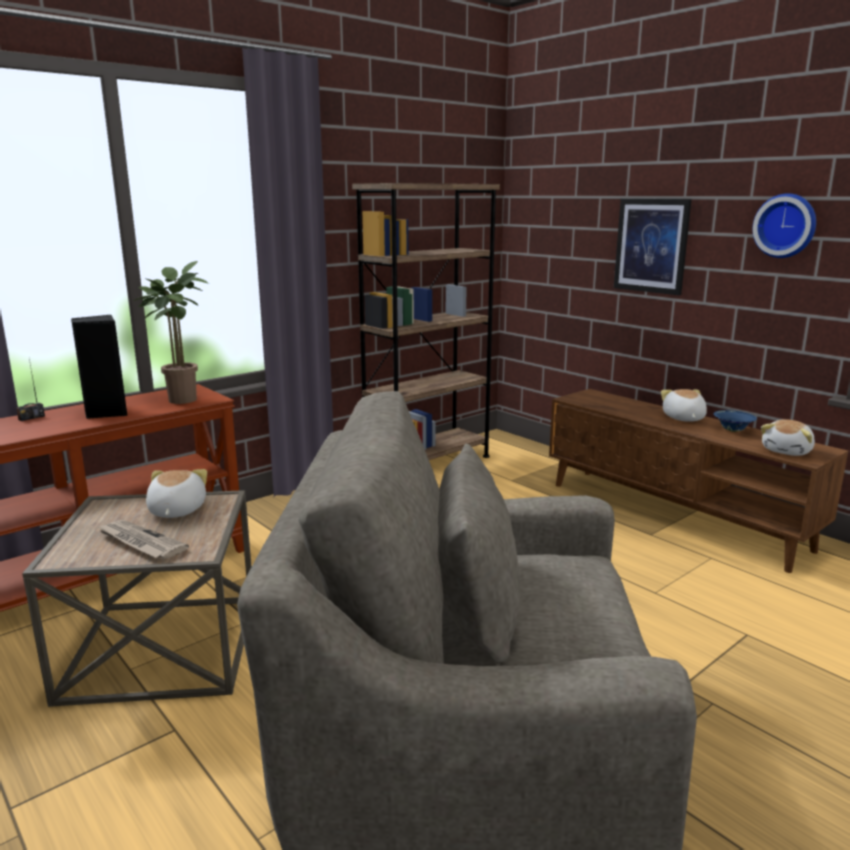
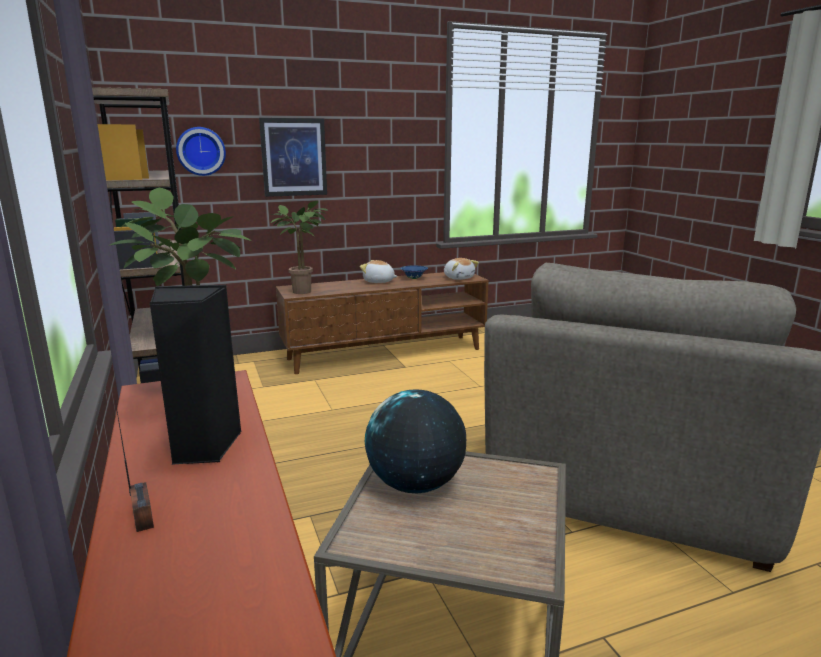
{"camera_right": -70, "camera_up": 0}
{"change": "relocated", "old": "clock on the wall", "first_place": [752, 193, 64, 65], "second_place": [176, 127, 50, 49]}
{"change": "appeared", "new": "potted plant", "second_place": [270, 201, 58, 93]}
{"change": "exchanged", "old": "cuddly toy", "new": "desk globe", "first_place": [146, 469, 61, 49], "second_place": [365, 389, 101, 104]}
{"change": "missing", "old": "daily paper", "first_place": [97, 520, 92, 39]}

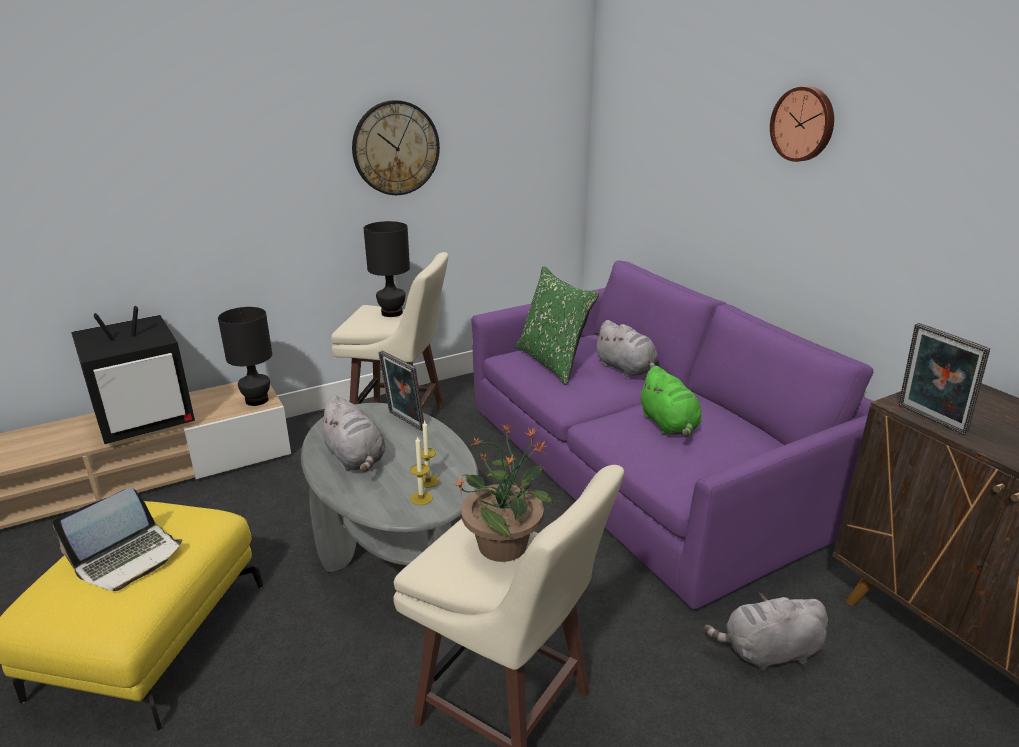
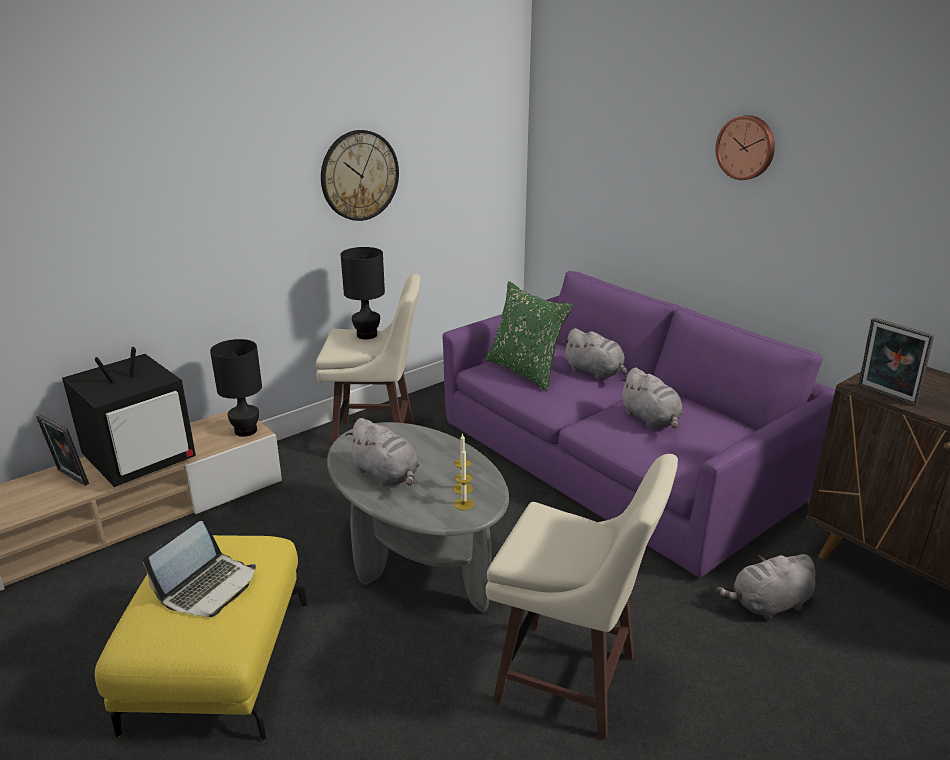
{"camera_right": -10, "camera_up": 0}
{"change": "relocated", "old": "photo frame", "first_place": [378, 350, 46, 81], "second_place": [36, 414, 53, 72]}
{"change": "colour", "old": "green cuddly toy", "new": "gray cuddly toy", "first_place": [638, 366, 64, 71], "second_place": [620, 368, 63, 60]}
{"change": "missing", "old": "potted plant", "first_place": [453, 424, 101, 138]}

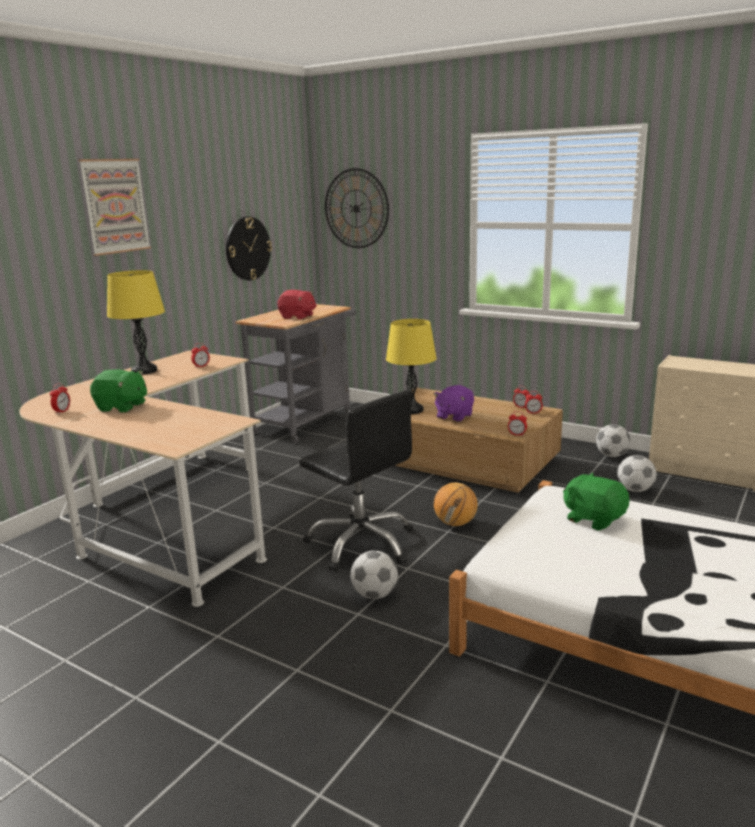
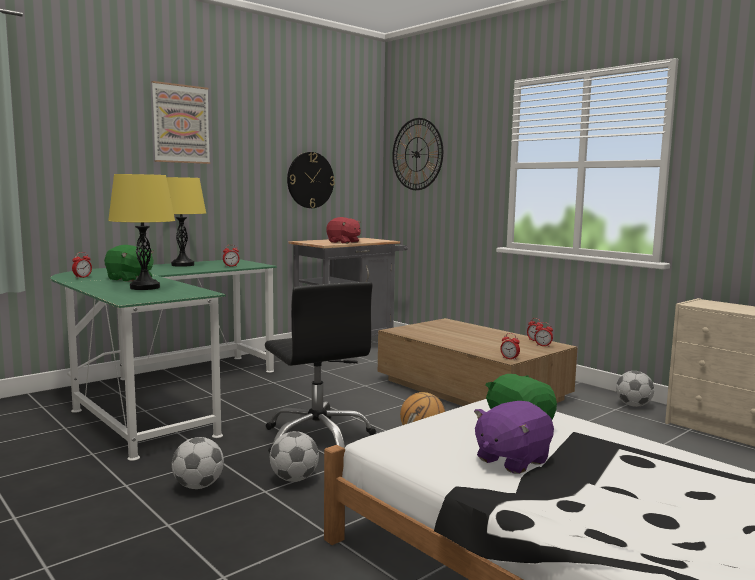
{"camera_right": 15, "camera_up": -10}
{"change": "colour", "old": "beige desk unit", "new": "green desk unit", "first_place": [20, 350, 247, 257], "second_place": [50, 259, 227, 202]}
{"change": "relocated", "old": "yellow-coloured table lamp", "first_place": [386, 319, 51, 95], "second_place": [108, 174, 67, 116]}
{"change": "relocated", "old": "football", "first_place": [617, 455, 39, 37], "second_place": [172, 437, 52, 52]}
{"change": "relocated", "old": "purple-coloured cuddly toy", "first_place": [433, 385, 41, 37], "second_place": [474, 401, 80, 73]}

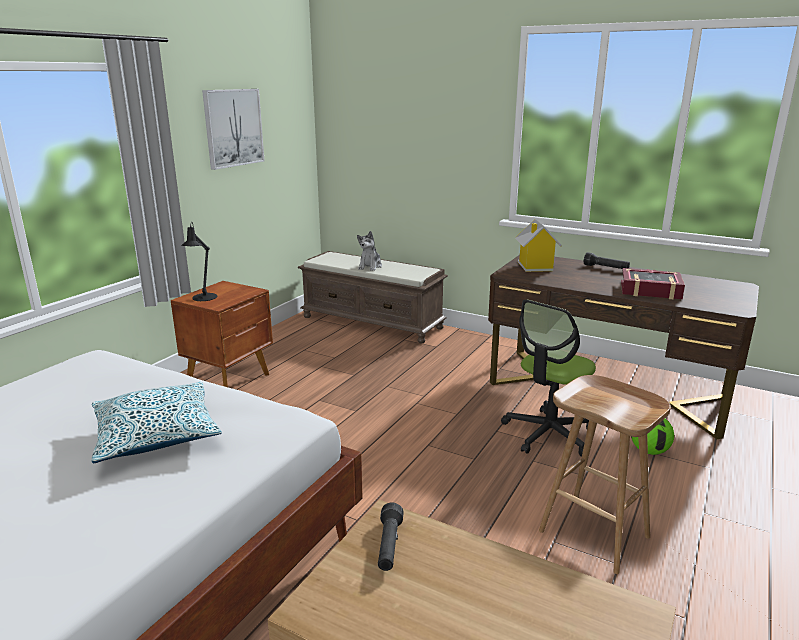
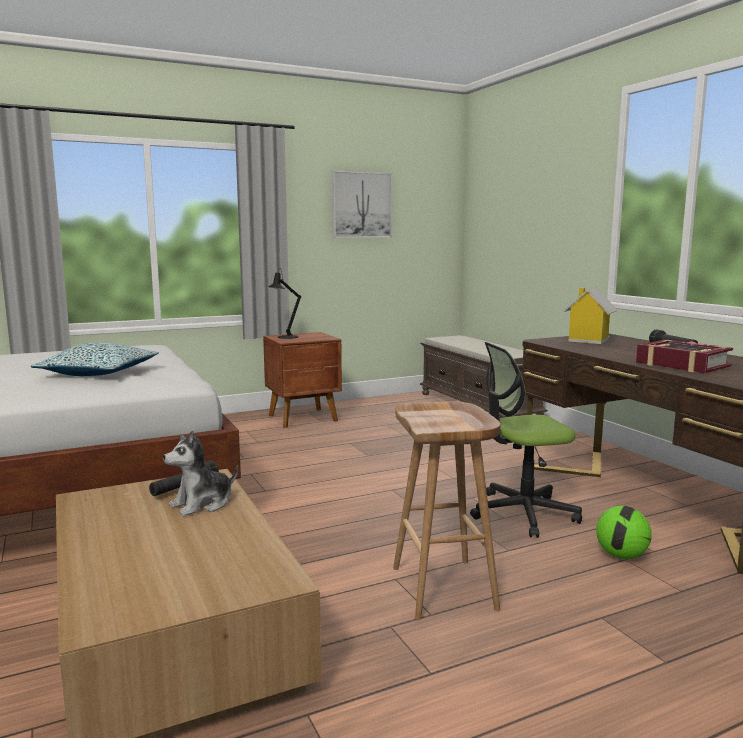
{"camera_right": 35, "camera_up": -10}
{"change": "relocated", "old": "cuddly toy", "first_place": [357, 231, 25, 40], "second_place": [163, 430, 75, 86]}

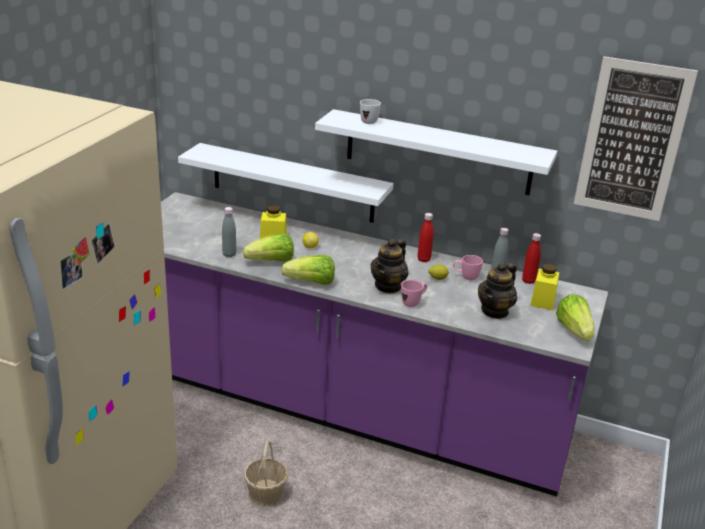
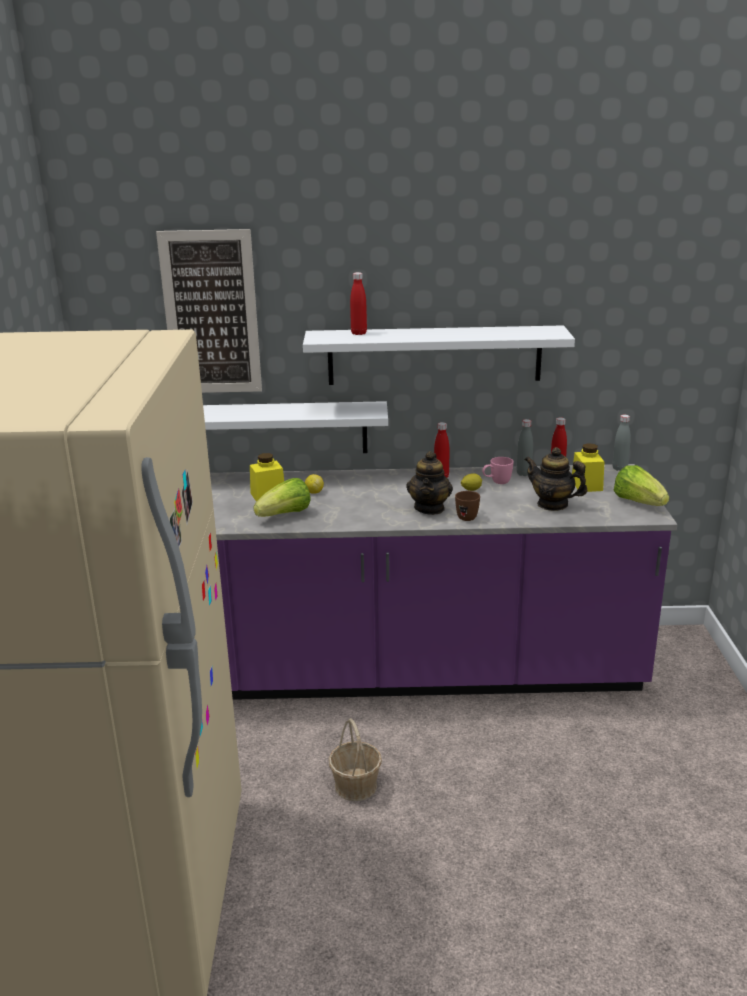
{"camera_right": -20, "camera_up": -5}
{"change": "relocated", "old": "wall art", "first_place": [574, 56, 124, 165], "second_place": [156, 229, 106, 164]}
{"change": "exchanged", "old": "white-coloured mug", "new": "red-coloured beverage bottle", "first_place": [360, 99, 21, 25], "second_place": [350, 272, 17, 63]}
{"change": "colour", "old": "pinkish mug", "new": "brown-coloured mug", "first_place": [401, 280, 26, 27], "second_place": [455, 491, 25, 30]}
{"change": "spun", "old": "teapot", "first_place": [478, 263, 39, 56], "second_place": [525, 447, 62, 64], "degrees": 105}
{"change": "relocated", "old": "gray beverage bottle", "first_place": [222, 207, 14, 50], "second_place": [613, 415, 18, 56]}
{"change": "missing", "old": "head of lettuce", "first_place": [281, 255, 54, 30]}

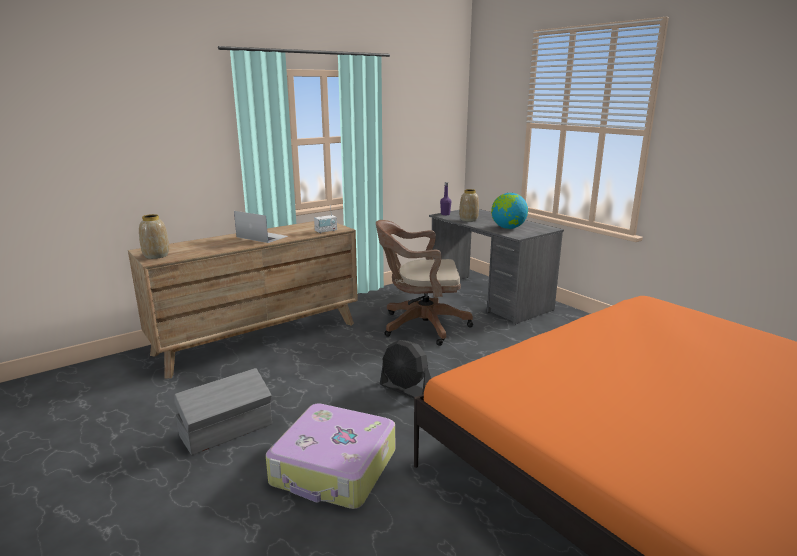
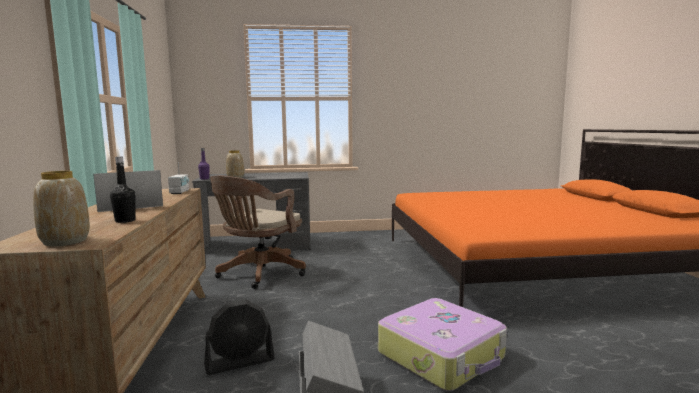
{"camera_right": -60, "camera_up": -10}
{"change": "appeared", "new": "blackish beverage bottle", "second_place": [110, 157, 26, 66]}
{"change": "relocated", "old": "blackish fan", "first_place": [380, 340, 51, 58], "second_place": [204, 300, 71, 75]}
{"change": "missing", "old": "desk globe", "first_place": [491, 193, 37, 36]}

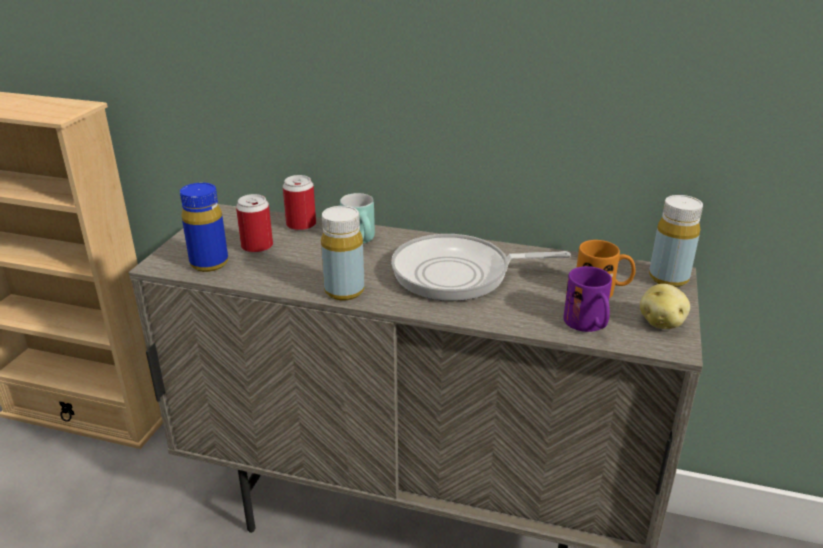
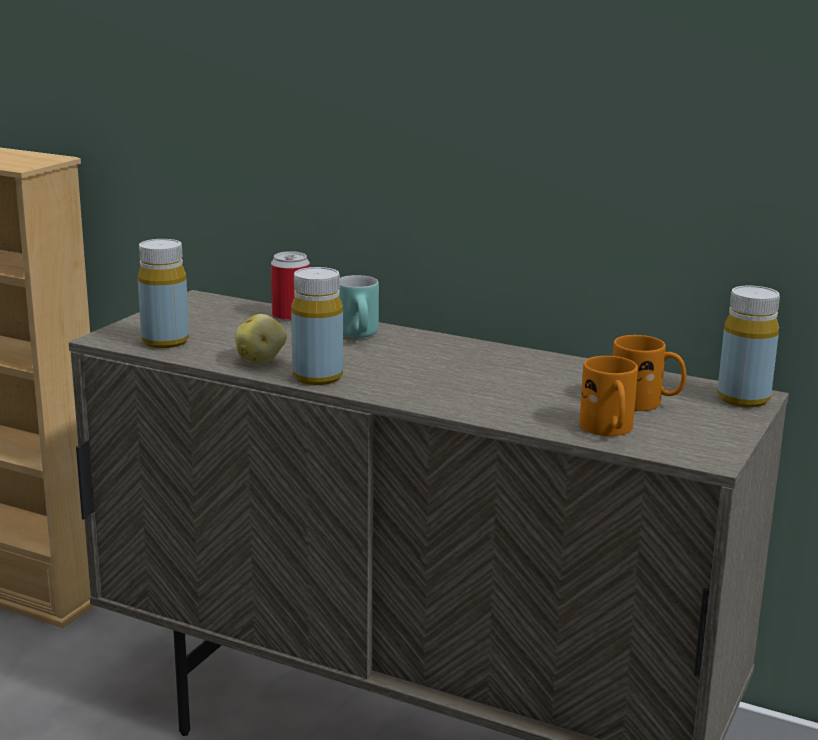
{"camera_right": 10, "camera_up": -10}
{"change": "colour", "old": "blue beverage bottle", "new": "yellow-coloured beverage bottle", "first_place": [180, 183, 48, 89], "second_place": [138, 239, 51, 109]}
{"change": "relocated", "old": "whole potato", "first_place": [640, 284, 50, 45], "second_place": [235, 314, 52, 50]}
{"change": "colour", "old": "purple-coloured mug", "new": "orange mug", "first_place": [563, 266, 49, 66], "second_place": [580, 356, 58, 80]}
{"change": "missing", "old": "metal can", "first_place": [236, 194, 37, 59]}
{"change": "missing", "old": "skillet", "first_place": [391, 234, 180, 67]}

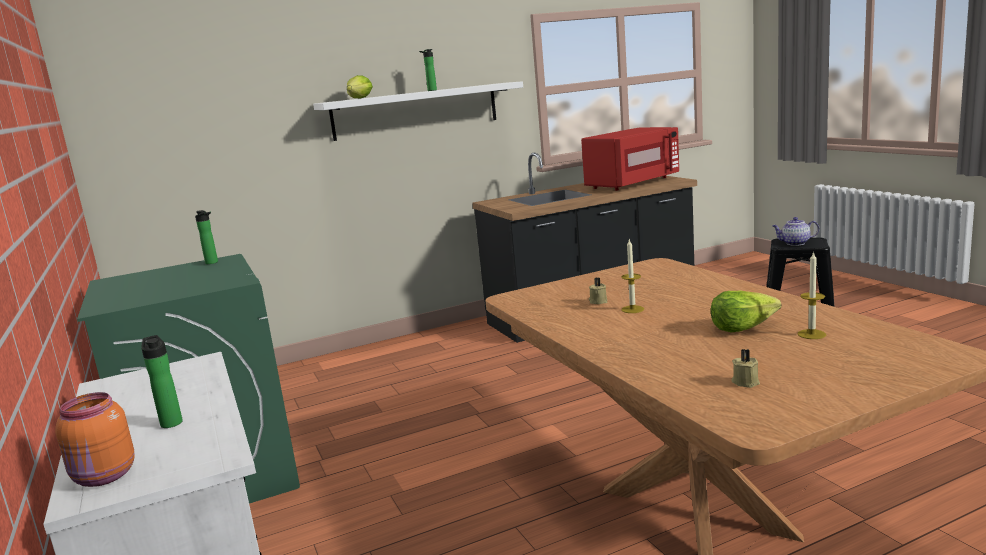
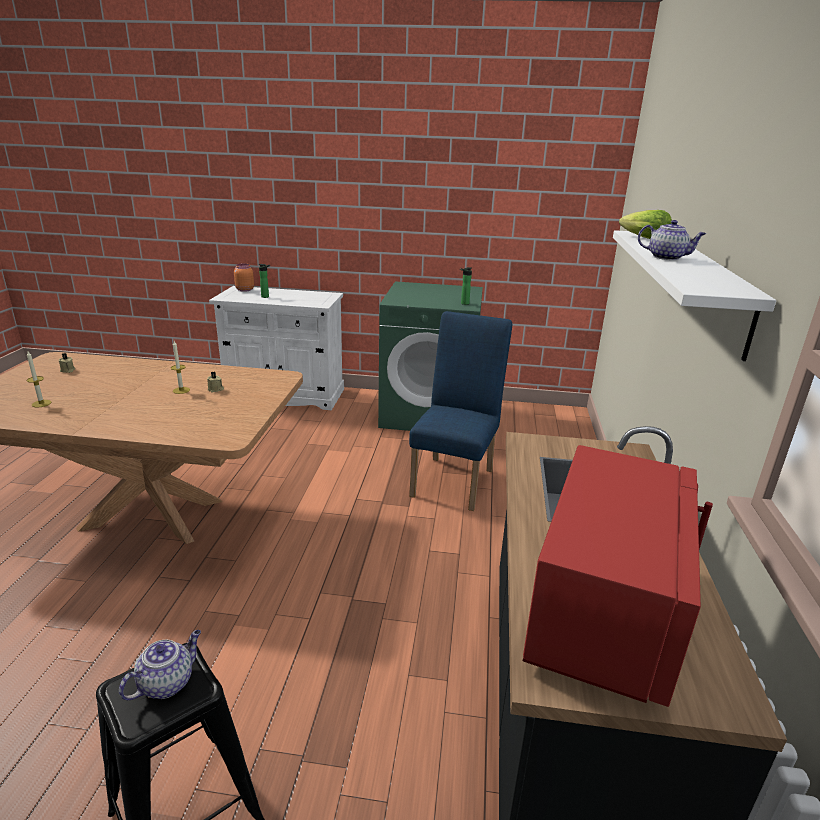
{"camera_right": 120, "camera_up": 10}
{"change": "appeared", "new": "blue chair", "second_place": [409, 311, 103, 200]}
{"change": "spun", "old": "red-coloured microwave oven", "first_place": [581, 127, 98, 64], "second_place": [523, 445, 190, 262], "degrees": -150}
{"change": "exchanged", "old": "beverage bottle", "new": "teapot", "first_place": [419, 49, 18, 42], "second_place": [638, 220, 68, 40]}
{"change": "missing", "old": "head of lettuce", "first_place": [711, 291, 70, 42]}

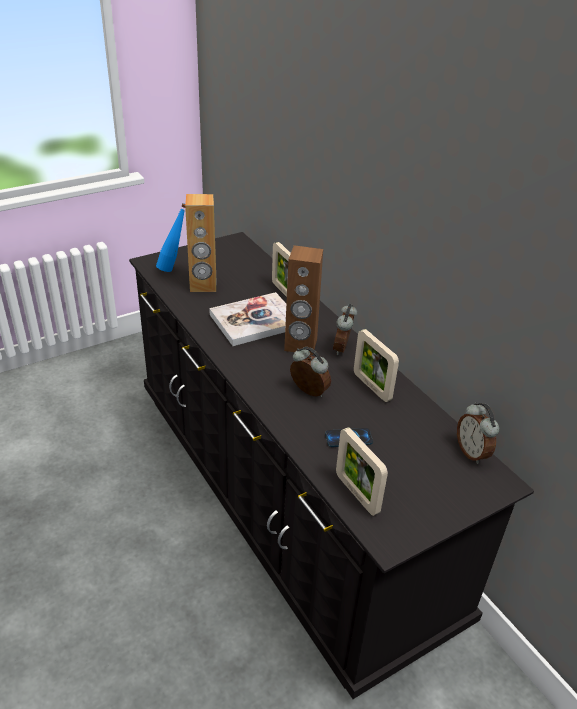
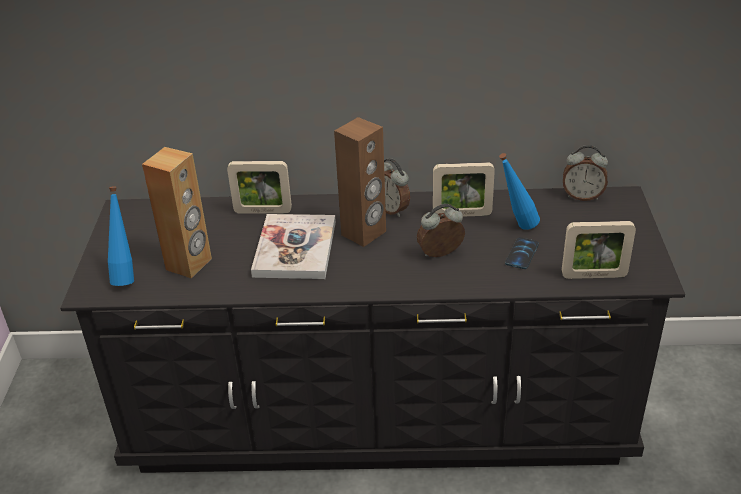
{"camera_right": -55, "camera_up": 0}
{"change": "appeared", "new": "blue beverage bottle", "second_place": [499, 153, 41, 77]}

